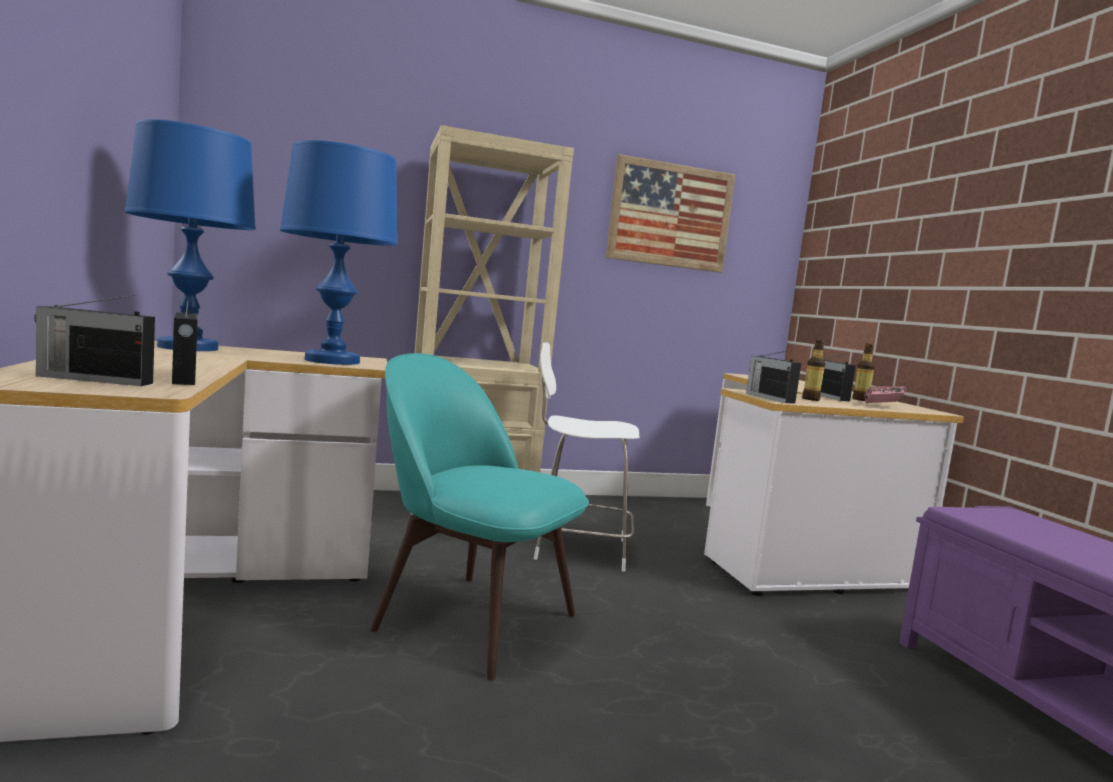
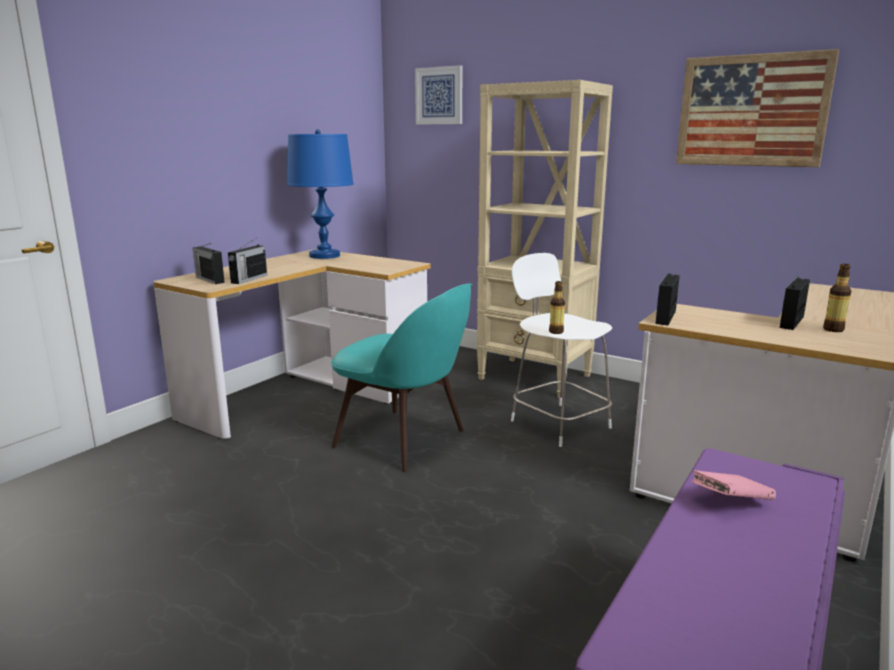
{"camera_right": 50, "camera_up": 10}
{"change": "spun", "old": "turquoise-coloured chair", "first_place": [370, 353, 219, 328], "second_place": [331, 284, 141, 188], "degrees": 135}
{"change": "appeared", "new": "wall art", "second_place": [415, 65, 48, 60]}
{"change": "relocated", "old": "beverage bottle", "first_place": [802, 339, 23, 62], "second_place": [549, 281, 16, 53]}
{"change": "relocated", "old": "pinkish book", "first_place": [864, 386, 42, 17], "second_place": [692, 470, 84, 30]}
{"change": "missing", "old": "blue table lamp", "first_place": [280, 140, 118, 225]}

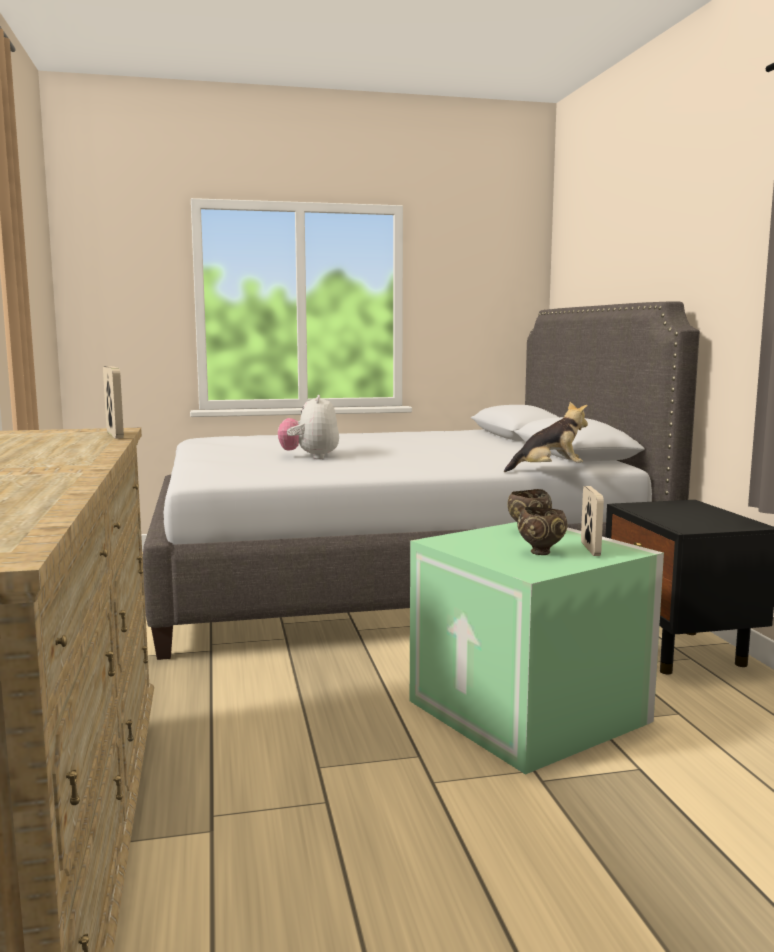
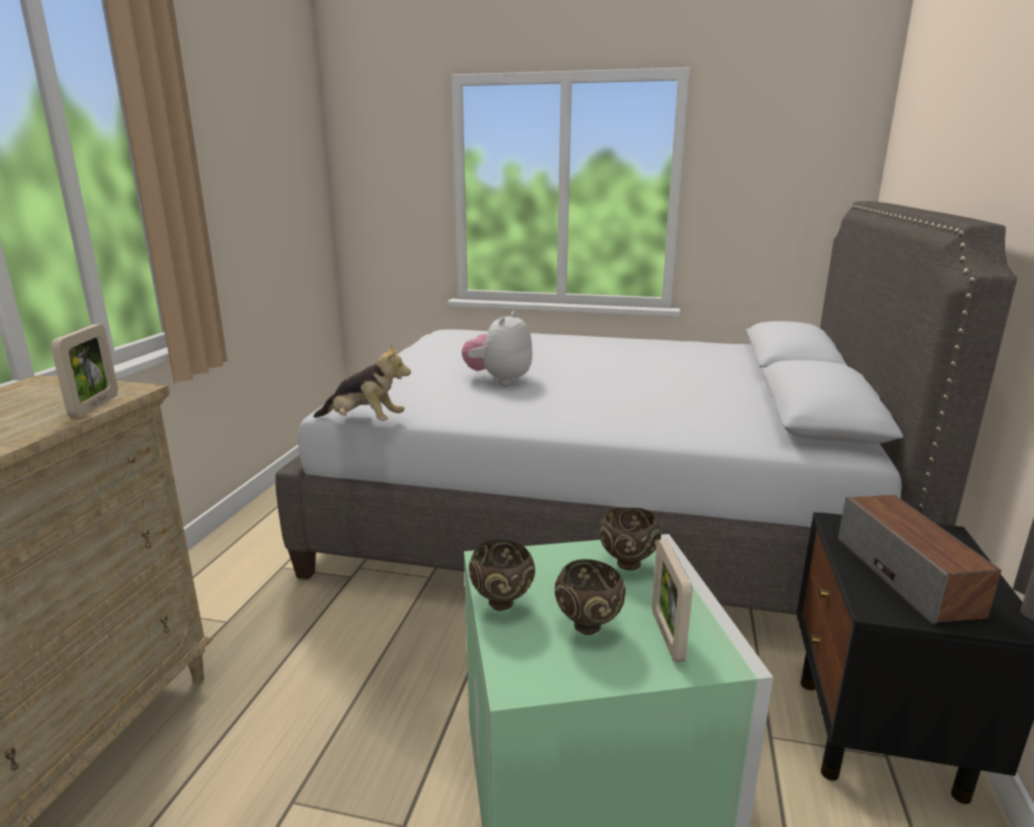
{"camera_right": 25, "camera_up": 10}
{"change": "relocated", "old": "cuddly toy", "first_place": [504, 402, 84, 70], "second_place": [313, 344, 98, 77]}
{"change": "appeared", "new": "brown-coloured serving bowl", "second_place": [469, 539, 66, 72]}
{"change": "spun", "old": "photo frame", "first_place": [581, 486, 23, 70], "second_place": [652, 540, 40, 122], "degrees": 150}
{"change": "appeared", "new": "audio speaker", "second_place": [838, 495, 164, 129]}

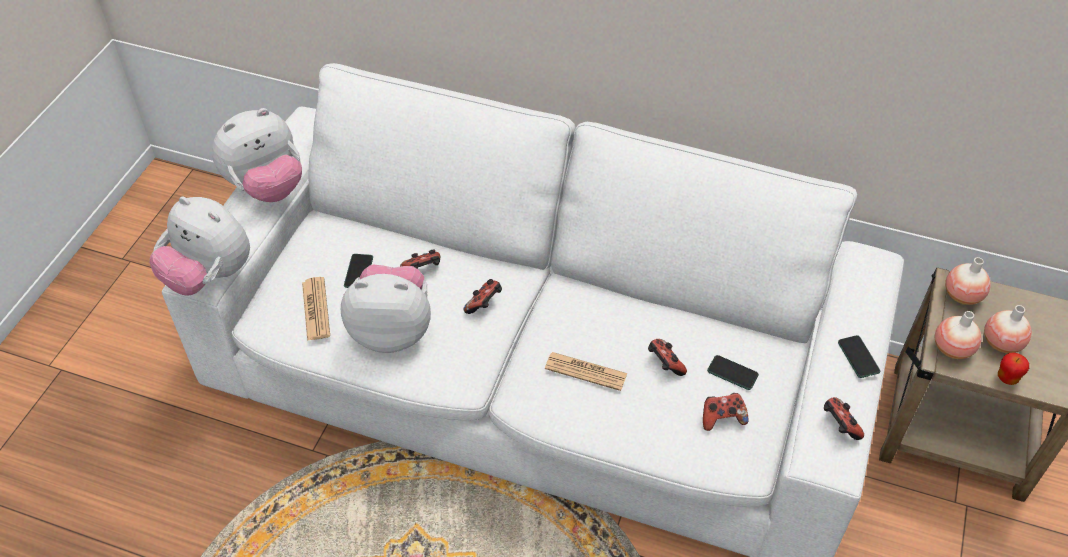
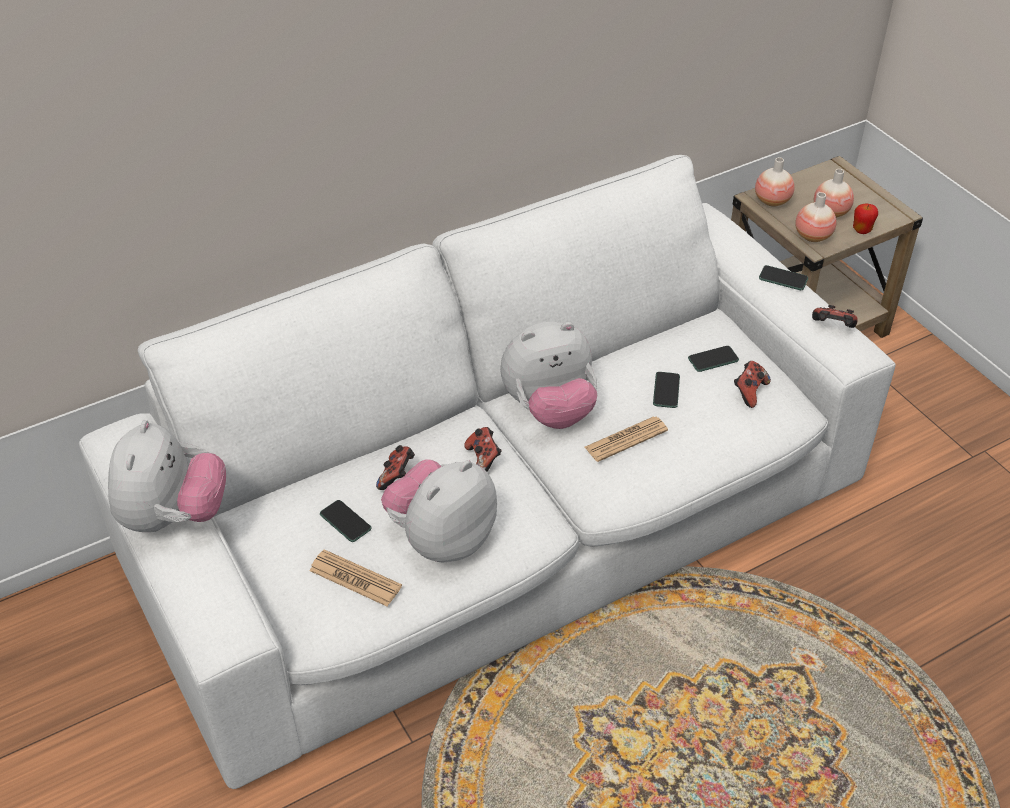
{"camera_right": -50, "camera_up": -5}
{"change": "relocated", "old": "cuddly toy", "first_place": [150, 197, 100, 99], "second_place": [500, 322, 97, 107]}
{"change": "exchanged", "old": "gamepad", "new": "handset", "first_place": [648, 339, 39, 37], "second_place": [653, 372, 27, 36]}

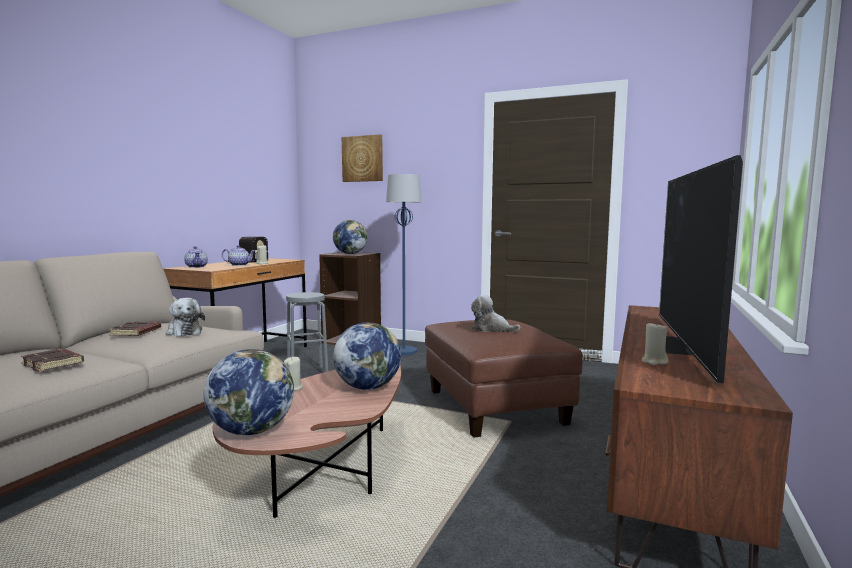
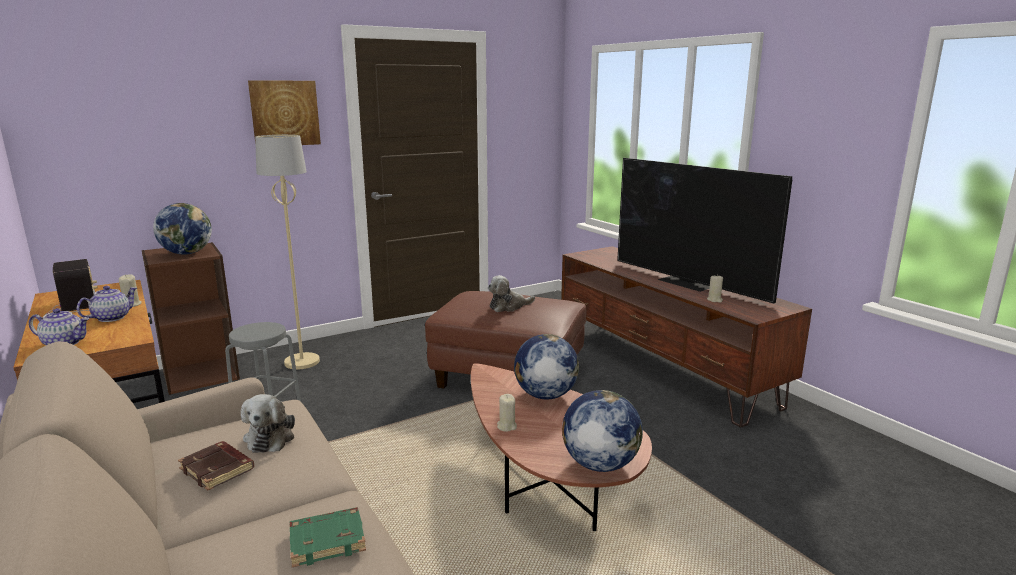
{"camera_right": -55, "camera_up": 10}
{"change": "spun", "old": "cuddly toy", "first_place": [166, 298, 39, 38], "second_place": [241, 394, 54, 59], "degrees": 90}
{"change": "relocated", "old": "wall art", "first_place": [342, 134, 41, 48], "second_place": [248, 81, 73, 64]}
{"change": "colour", "old": "blue standard lamp", "new": "beige standard lamp", "first_place": [386, 174, 35, 181], "second_place": [255, 135, 65, 234]}
{"change": "colour", "old": "brown-coloured book", "new": "green book", "first_place": [21, 348, 63, 24], "second_place": [290, 507, 76, 60]}

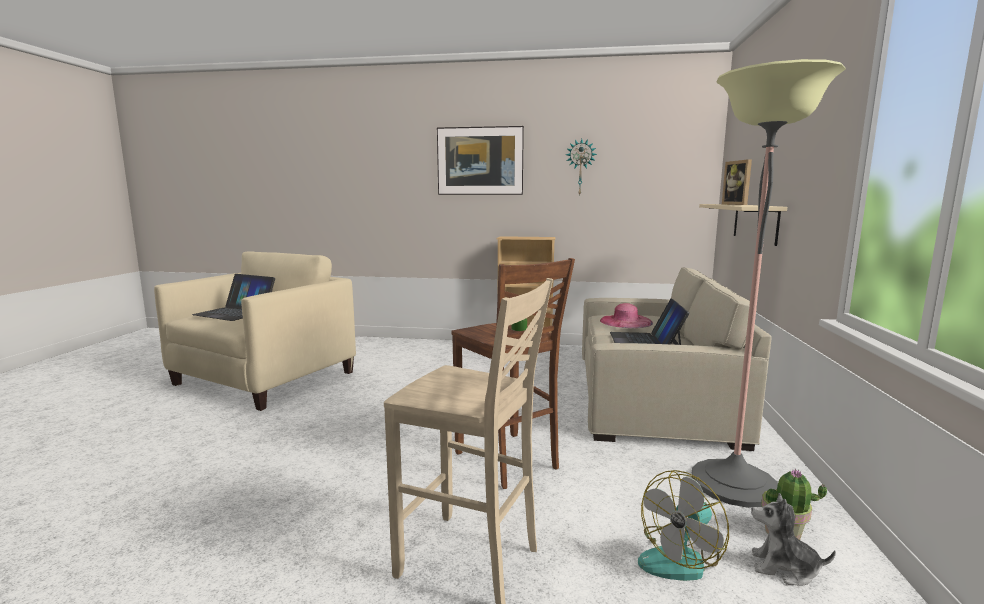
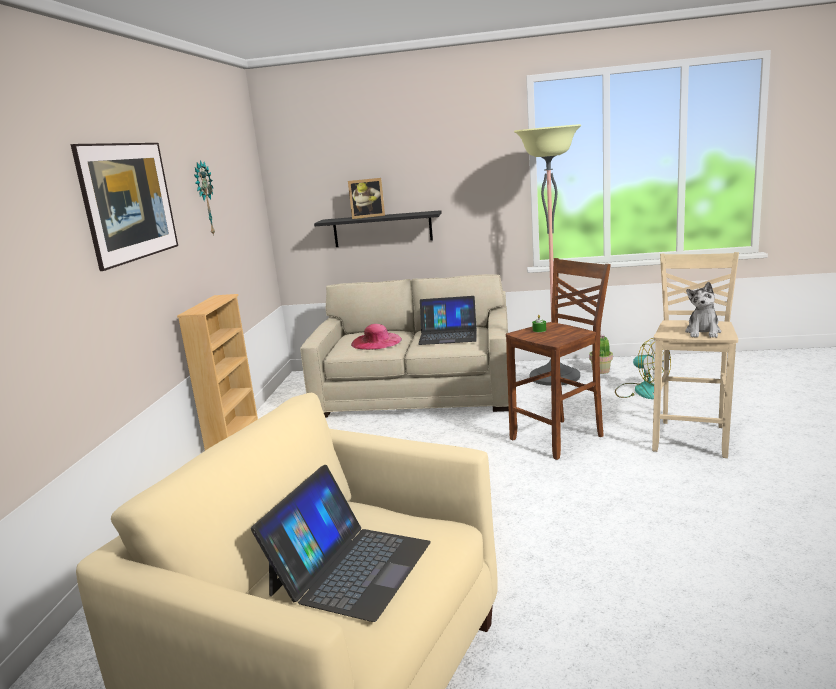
{"camera_right": -90, "camera_up": 5}
{"change": "colour", "old": "beige bracket shelf", "new": "blackish bracket shelf", "first_place": [699, 204, 88, 42], "second_place": [314, 210, 128, 37]}
{"change": "relocated", "old": "cuddly toy", "first_place": [751, 493, 85, 93], "second_place": [685, 282, 36, 56]}

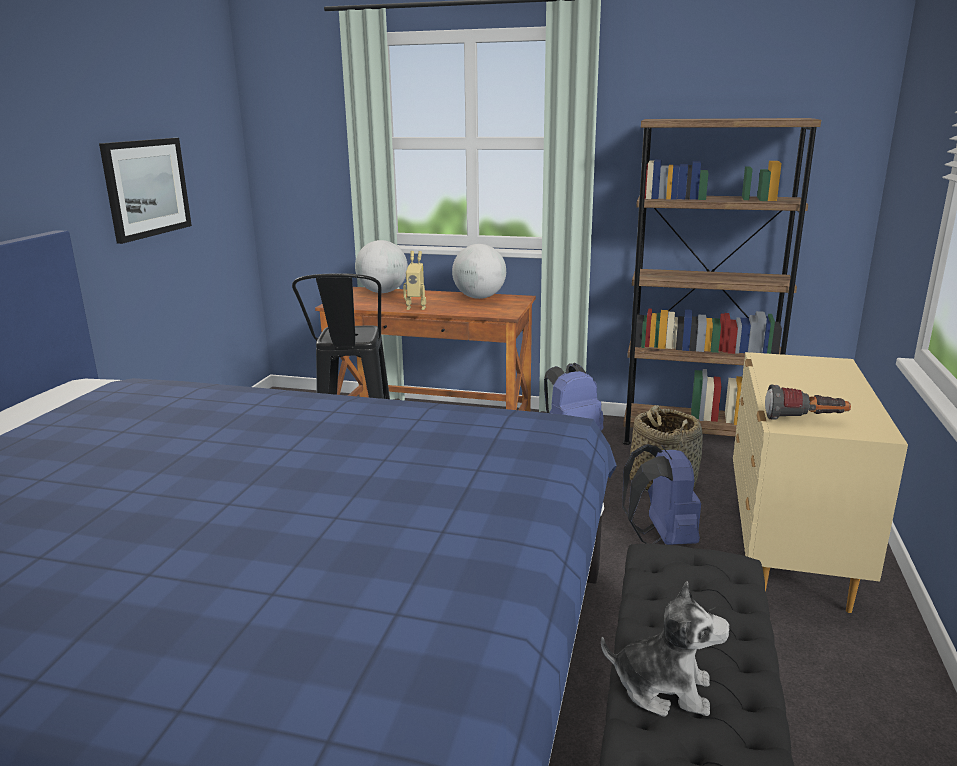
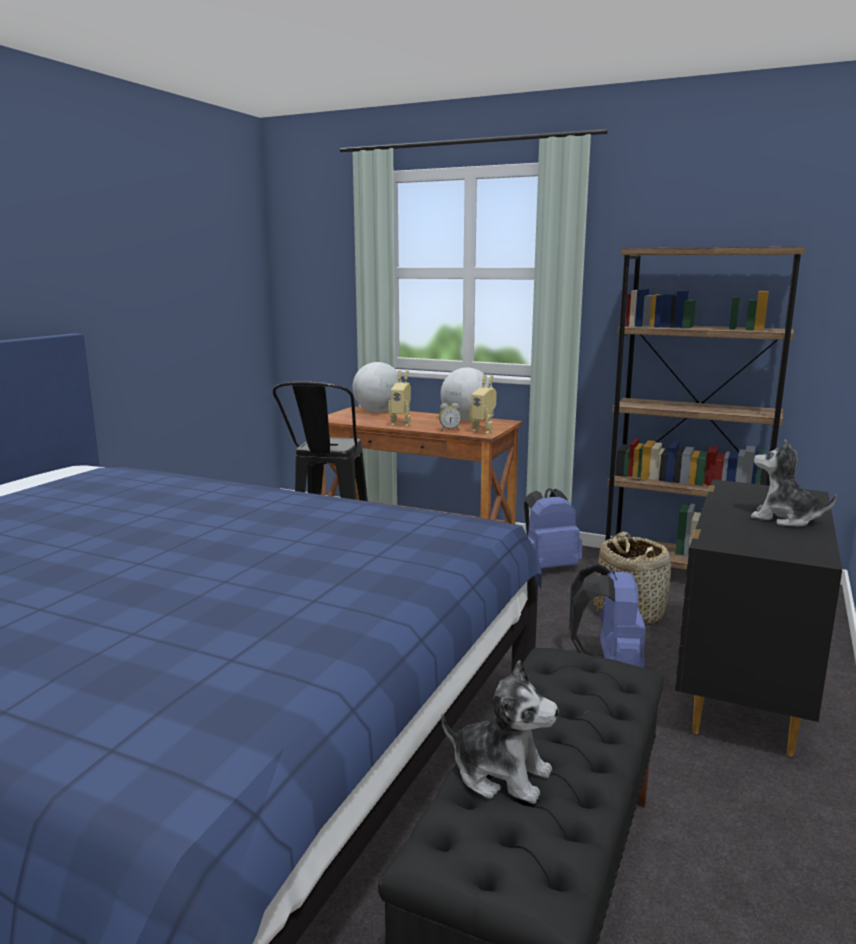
{"camera_right": 10, "camera_up": -5}
{"change": "appeared", "new": "table clock", "second_place": [439, 403, 22, 28]}
{"change": "appeared", "new": "model robot", "second_place": [469, 375, 28, 59]}
{"change": "colour", "old": "beige drawer chest", "new": "blackish drawer chest", "first_place": [733, 352, 175, 261], "second_place": [675, 480, 167, 277]}
{"change": "appeared", "new": "cuddly toy", "second_place": [751, 439, 86, 88]}
{"change": "missing", "old": "wall art", "first_place": [99, 138, 93, 106]}
{"change": "missing", "old": "flashlight", "first_place": [765, 385, 86, 35]}

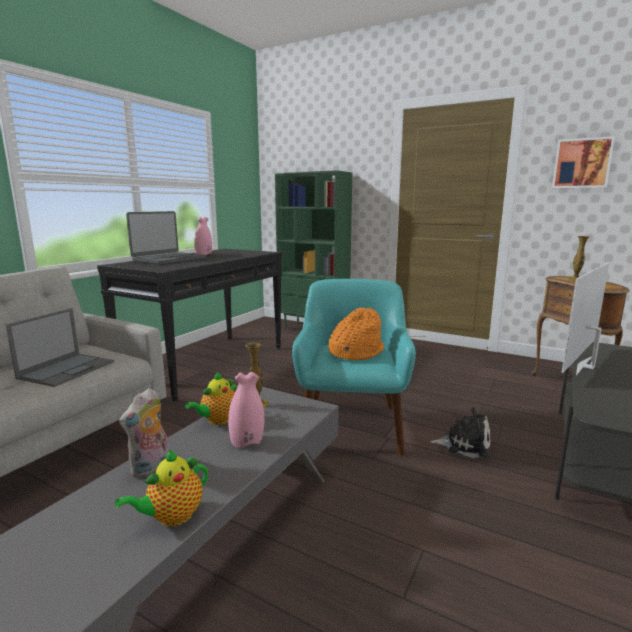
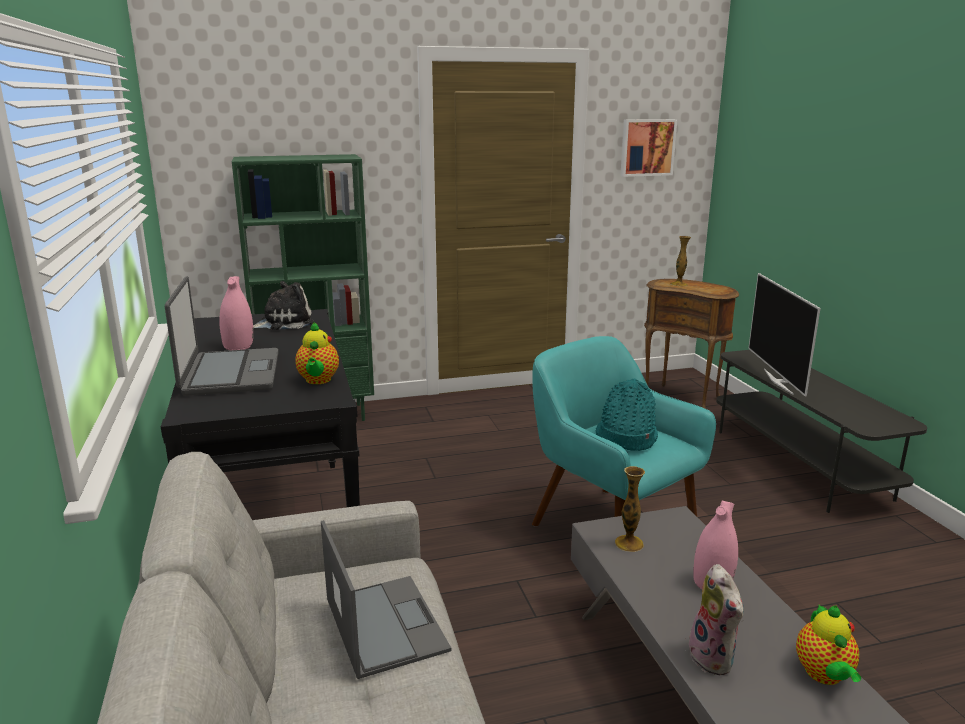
{"camera_right": -45, "camera_up": 5}
{"change": "relocated", "old": "cuddly toy", "first_place": [430, 407, 60, 51], "second_place": [253, 281, 61, 49]}
{"change": "relocated", "old": "teapot", "first_place": [185, 372, 53, 53], "second_place": [295, 322, 44, 62]}
{"change": "colour", "old": "orange wearable hat", "new": "turquoise-coloured wearable hat", "first_place": [328, 308, 56, 52], "second_place": [595, 379, 63, 72]}

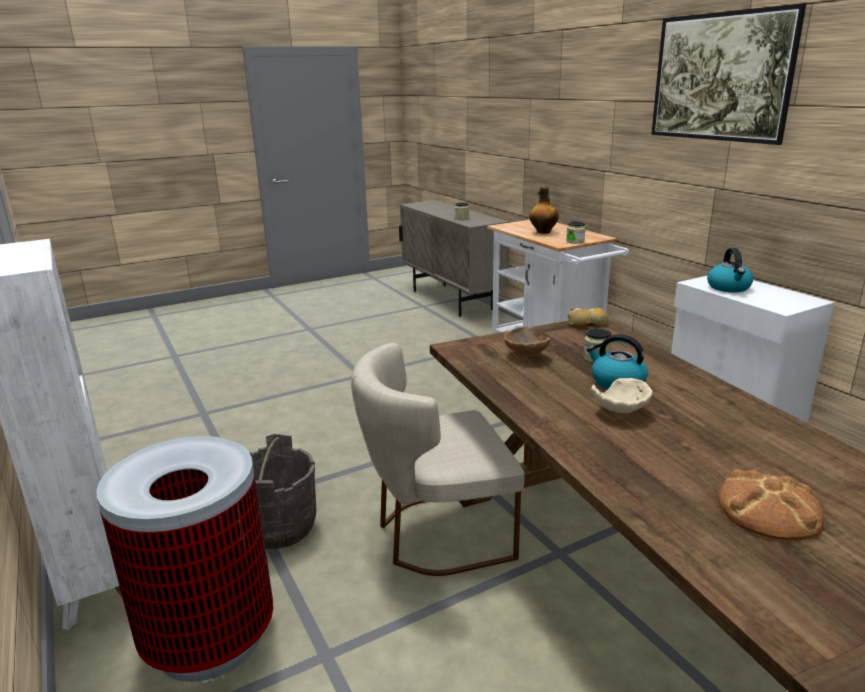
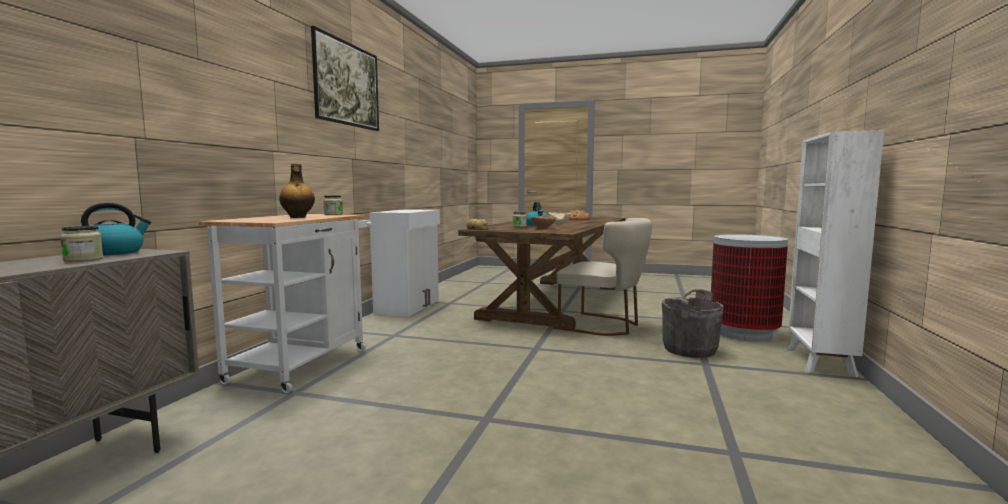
{"camera_right": -135, "camera_up": -15}
{"change": "relocated", "old": "tea kettle", "first_place": [707, 248, 46, 45], "second_place": [81, 203, 70, 52]}

